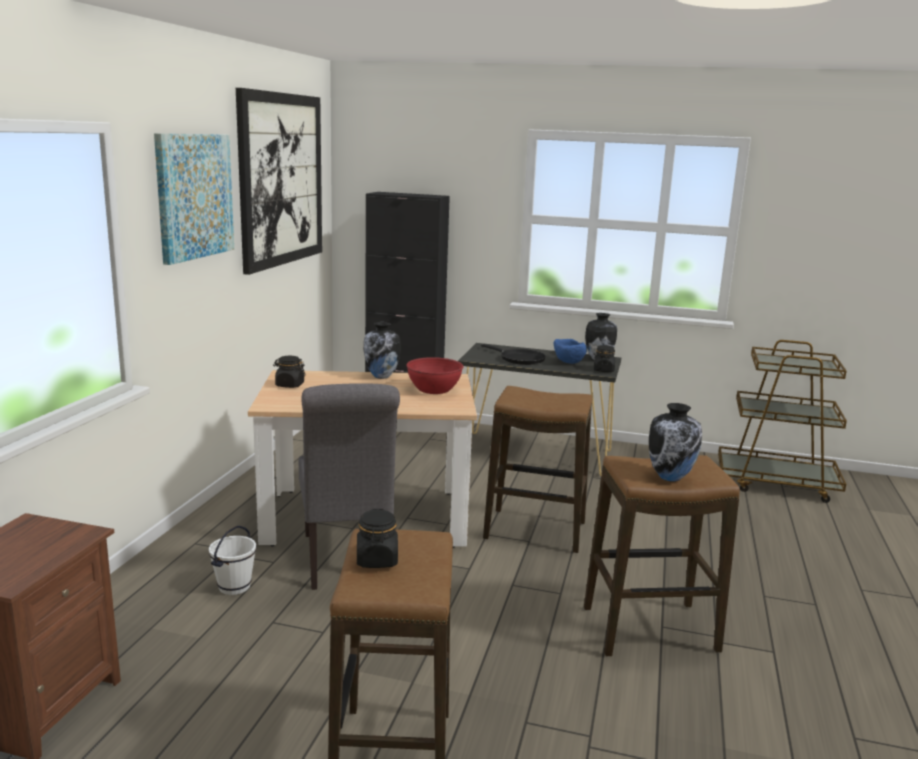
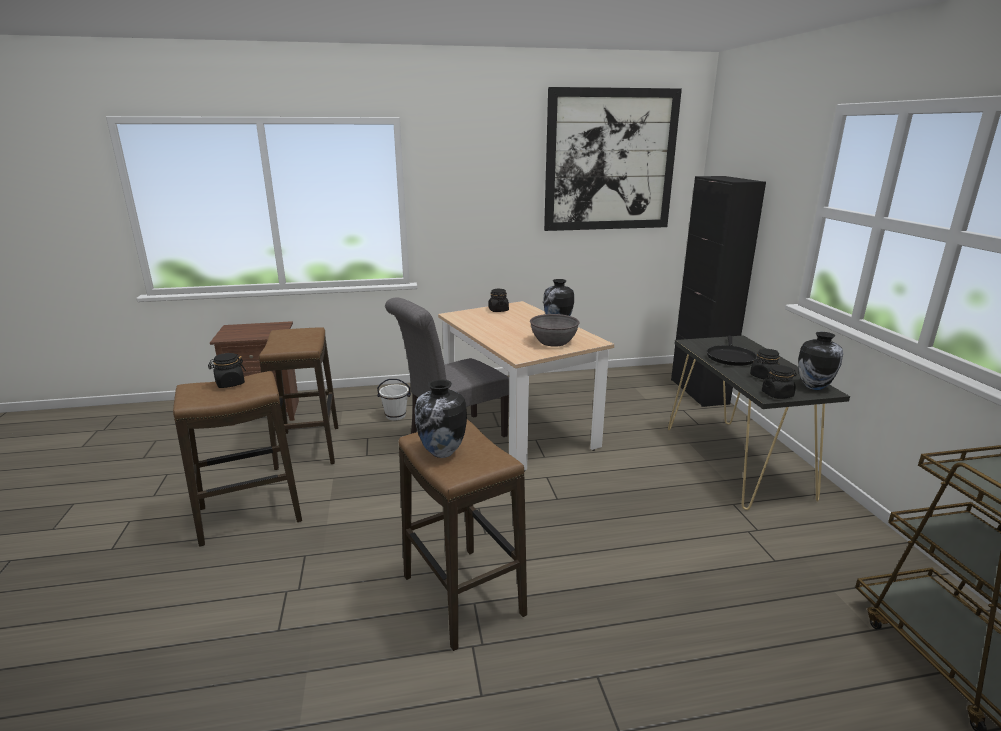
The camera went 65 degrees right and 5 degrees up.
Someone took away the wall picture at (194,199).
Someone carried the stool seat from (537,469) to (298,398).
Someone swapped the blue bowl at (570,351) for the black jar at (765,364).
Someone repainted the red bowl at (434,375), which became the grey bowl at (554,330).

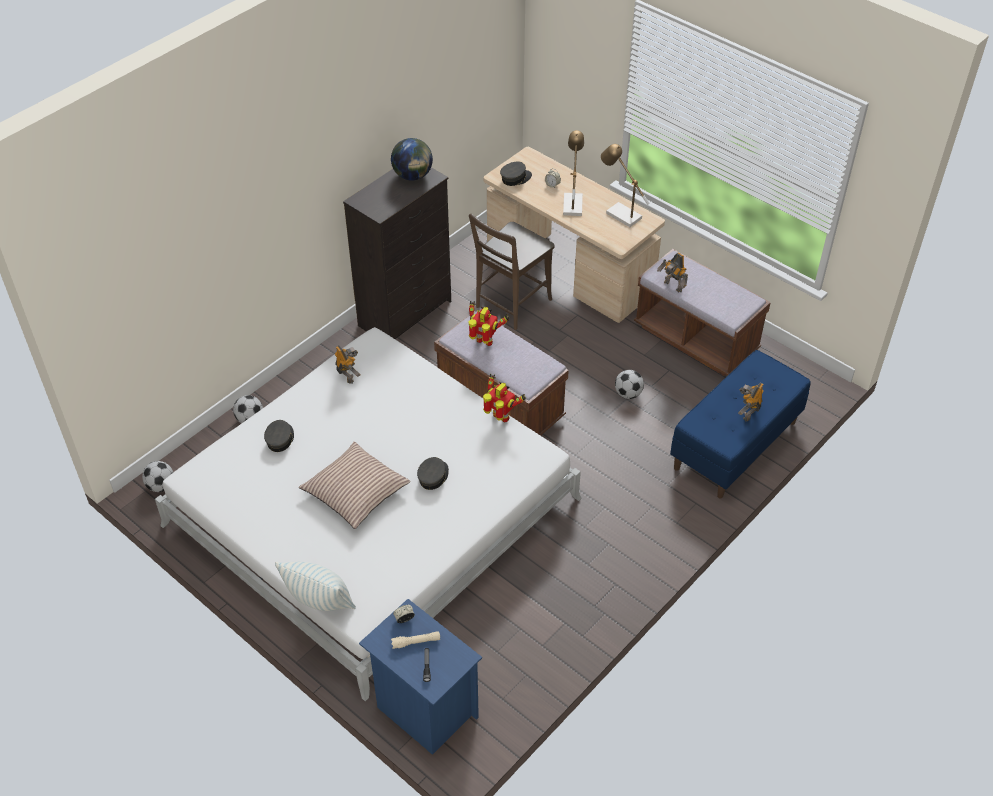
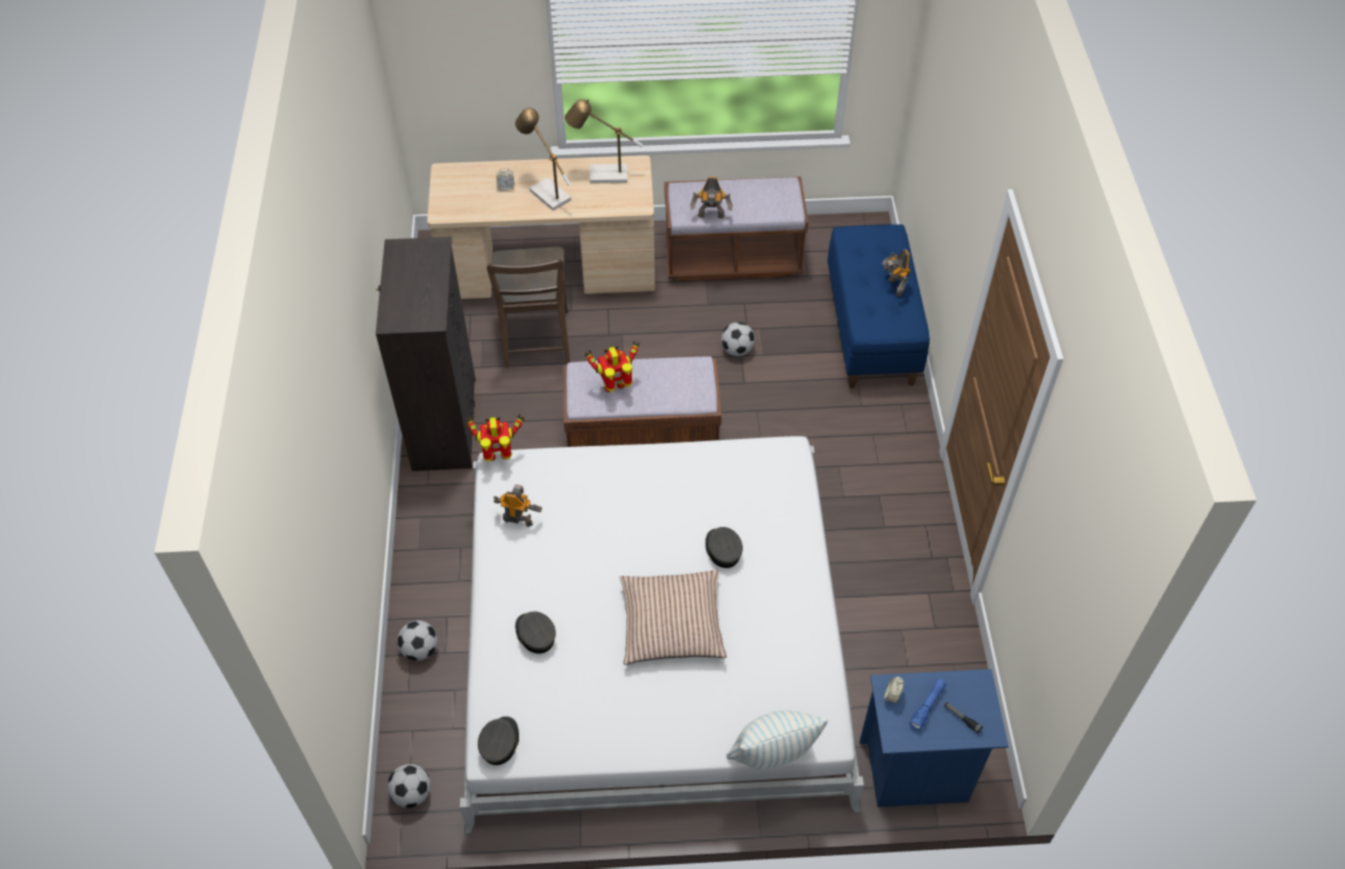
The camera went 45 degrees left and 5 degrees up.
Someone took away the desk globe at (412,159).
Someone carried the toy robot from (504,398) to (495,438).
Someone carried the grey peaked cap from (516,173) to (498,740).
Someone repainted the beige-coloured flashlight at (415,640), which became the blue flashlight at (927,705).

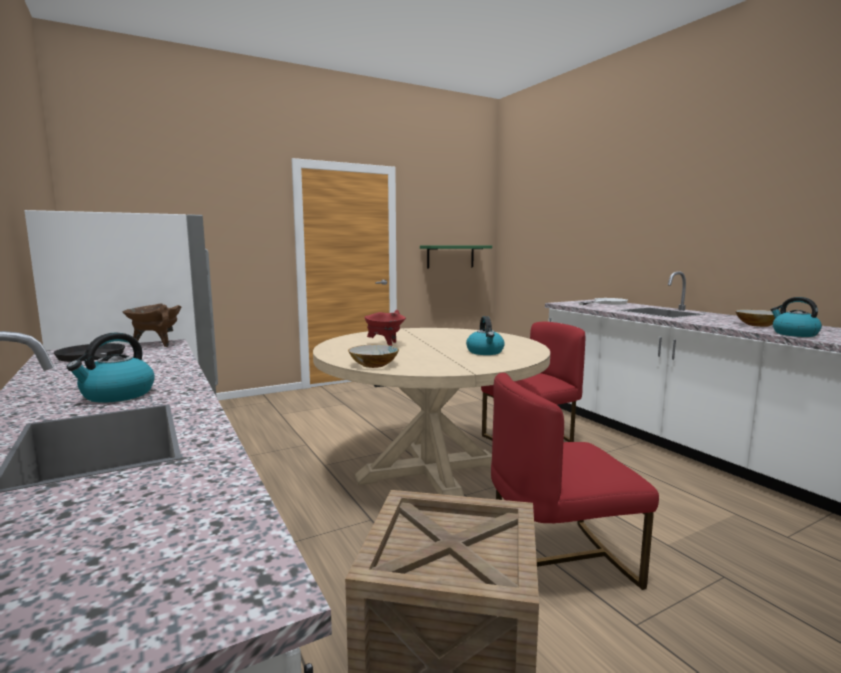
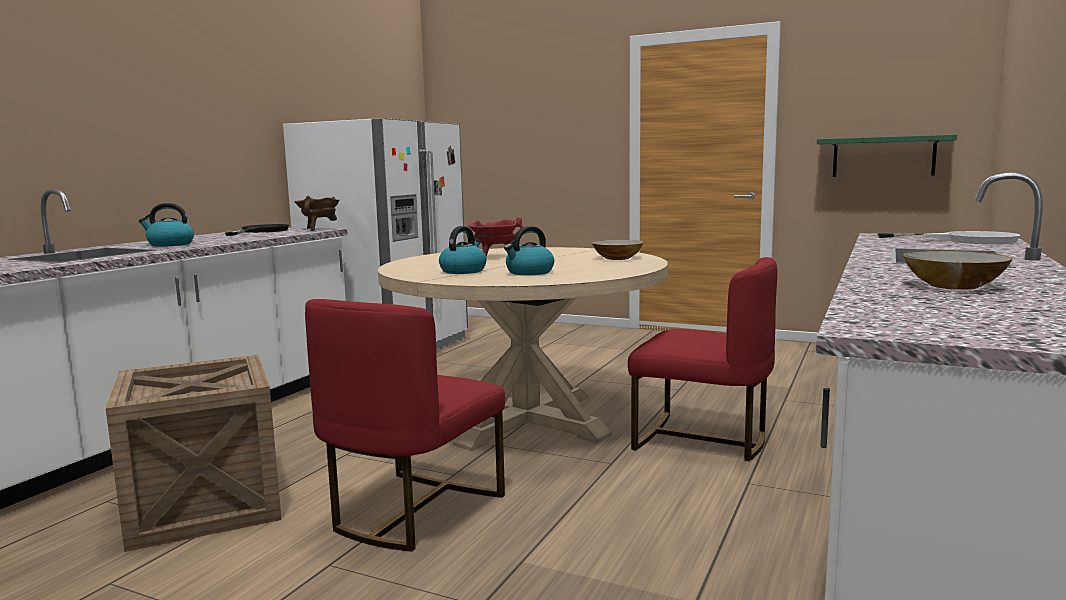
The camera went 55 degrees right and 0 degrees up.
Someone carried the bowl from (373,356) to (618,250).
Someone carried the kettle from (796,317) to (463,250).
Someone rotated the red upright chair at (575,481) by 105 degrees counterclockwise.

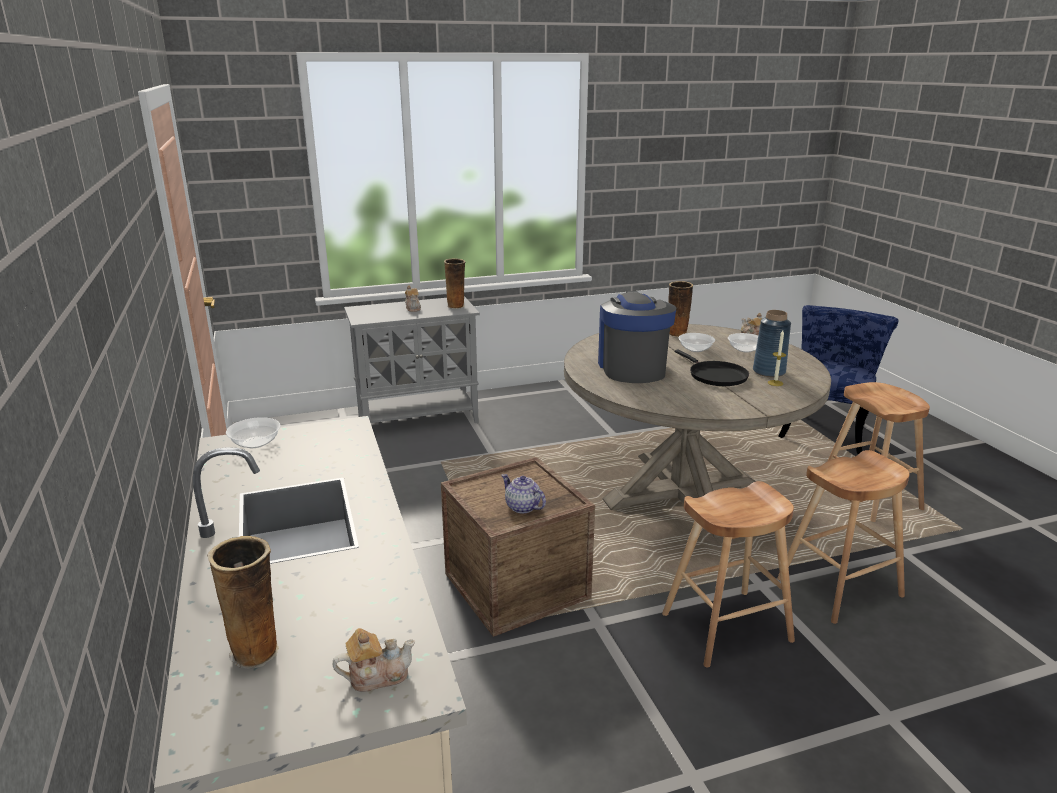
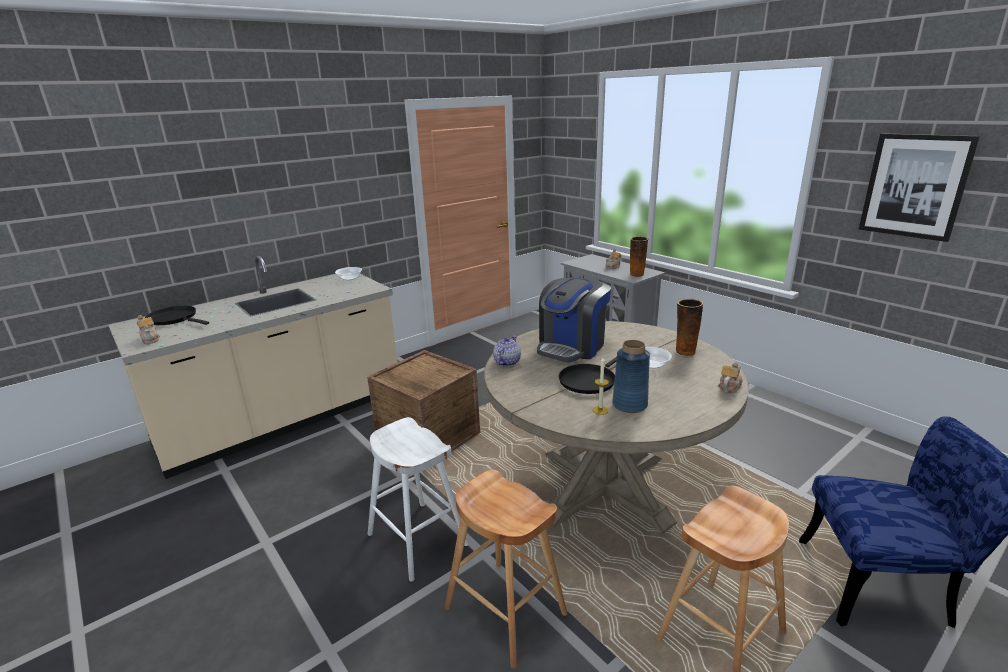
The camera went 70 degrees right and 0 degrees up.
Someone took away the bowl at (743,342).
Someone put up the wall picture at (919,187).
Someone carried the pot for tea from (523,494) to (507,351).
Someone swapped the decorative vase at (243,602) for the black pan at (177,315).
Someone repainted the brown stool seat at (728,574), which became the whitish stool seat at (418,499).
Someone rotated the coffee machine at (637,337) by 150 degrees clockwise.

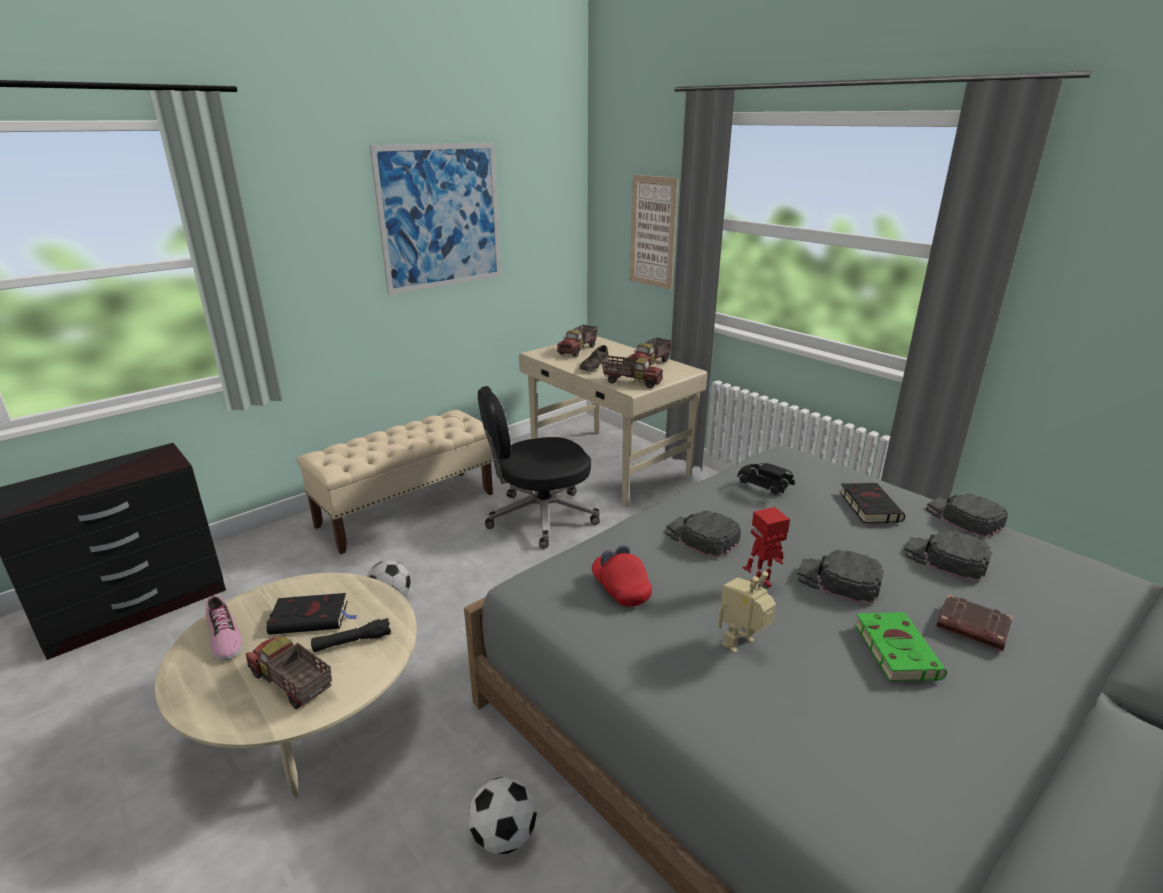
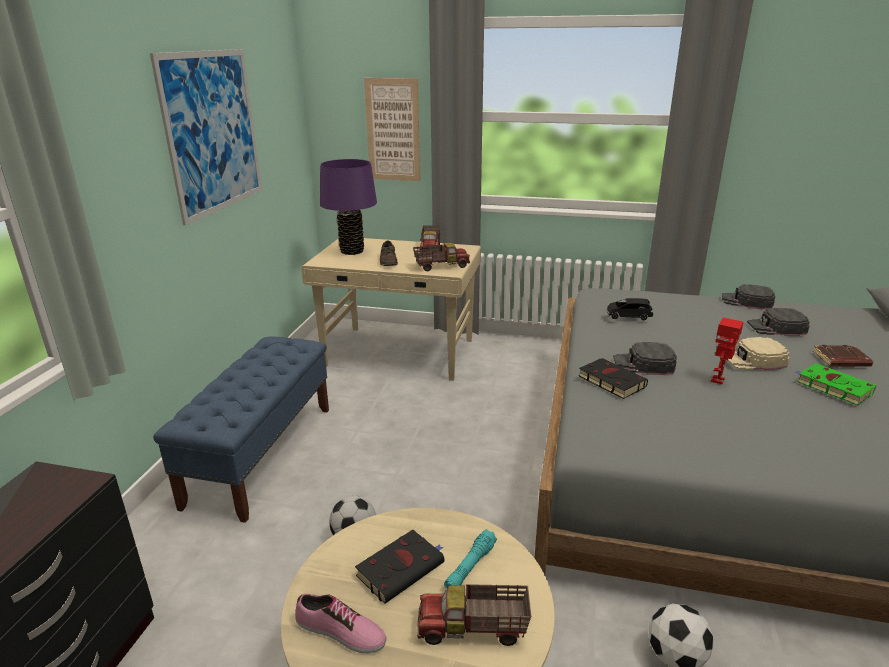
The camera went 35 degrees left and 0 degrees up.
Someone took away the black office chair at (539,467).
Someone took away the red peaked cap at (622,575).
Someone took away the toy robot at (747,612).
Someone carried the black volume from (872,503) to (613,378).
Someone swapped the model truck at (577,341) for the purple-coloured tabletop lamp at (348,207).
Someone repainted the beige-coloured indoor bench at (395,482), which became the blue indoor bench at (241,429).
Someone repainted the black flashlight at (351,635), which became the blue-green flashlight at (470,559).
Someone repainted the black peaked cap at (840,576), which became the beige-coloured peaked cap at (758,353).

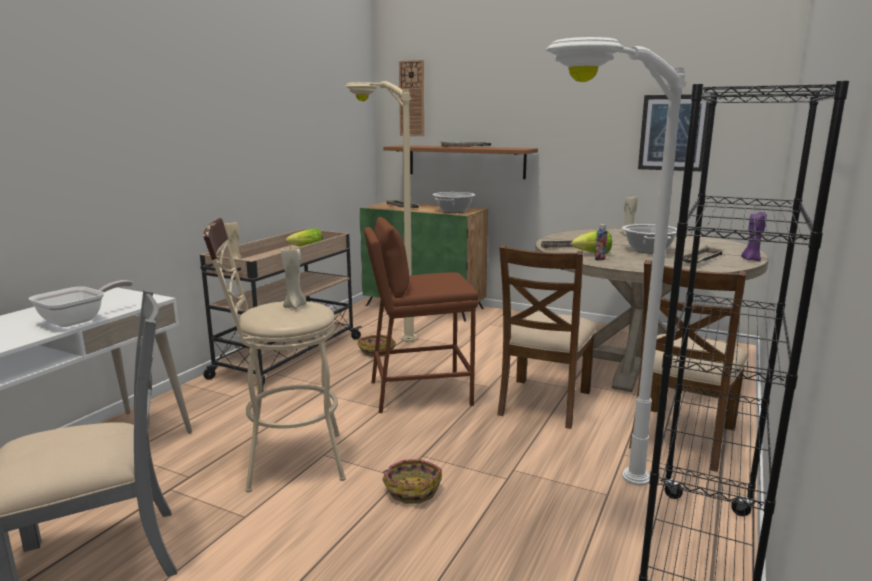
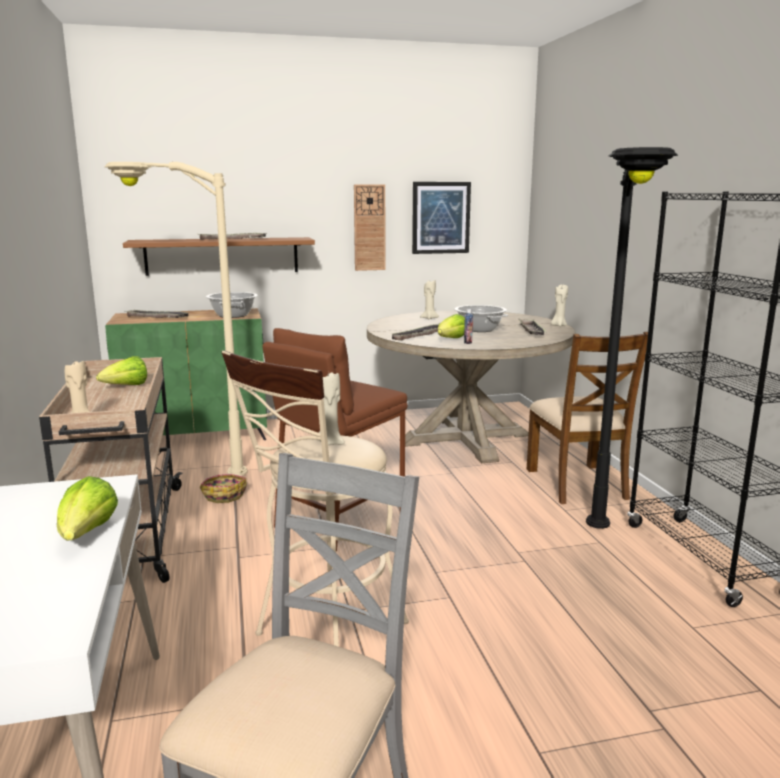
The camera went 40 degrees left and 0 degrees up.
Someone took away the household basket at (412,481).
Someone took away the brown upright chair at (546,337).
Someone carried the clock on the wall from (411,98) to (369,228).
Someone swapped the pan at (81,303) for the lettuce at (87,508).
Someone repainted the whitish floor lamp at (615,261), which became the black floor lamp at (632,338).
Someone repainted the purple-coloured candle at (754,236), which became the beige-coloured candle at (559,305).

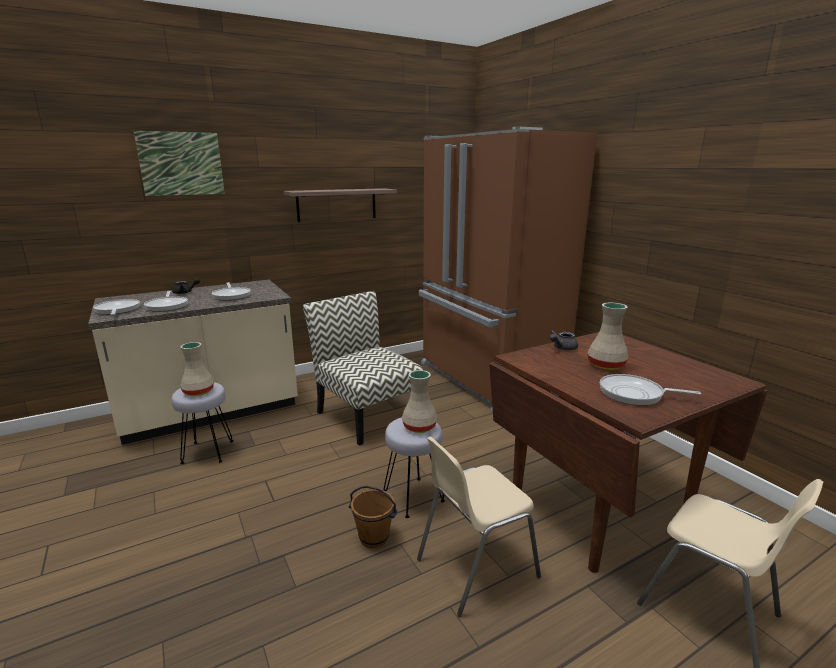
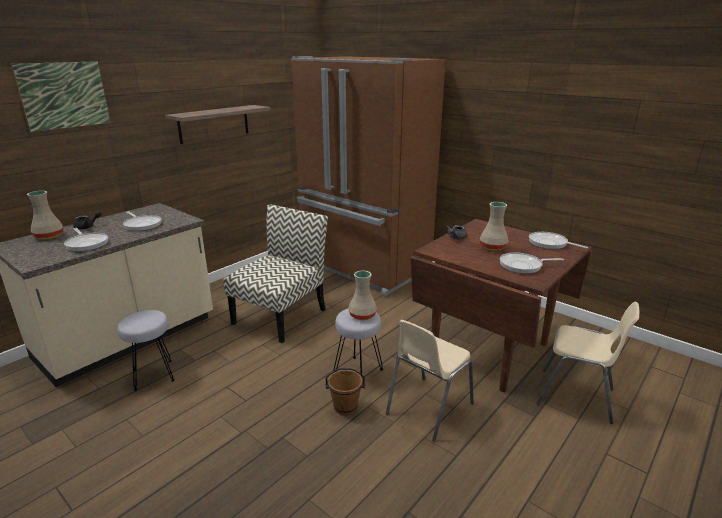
The camera went 20 degrees left and 5 degrees up.
Someone carried the pan from (116,307) to (558,240).
Someone carried the beige-coloured decorative vase from (197,369) to (45,215).
Someone rotated the upright chair at (363,368) by 90 degrees clockwise.

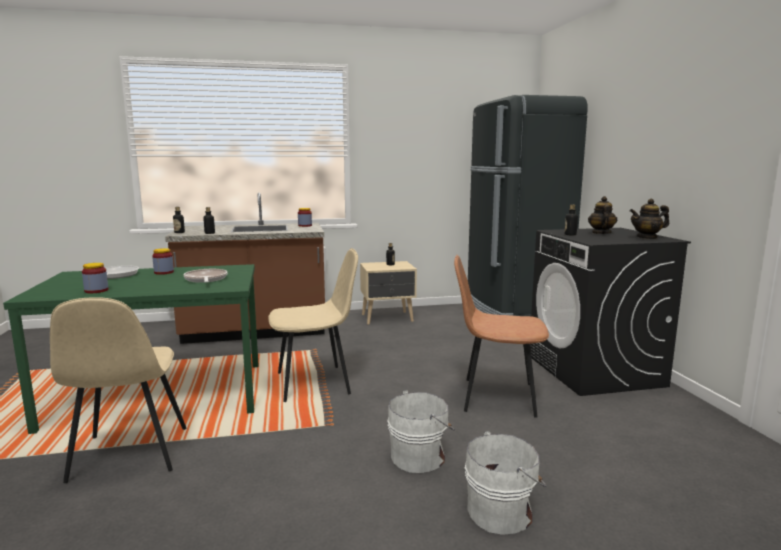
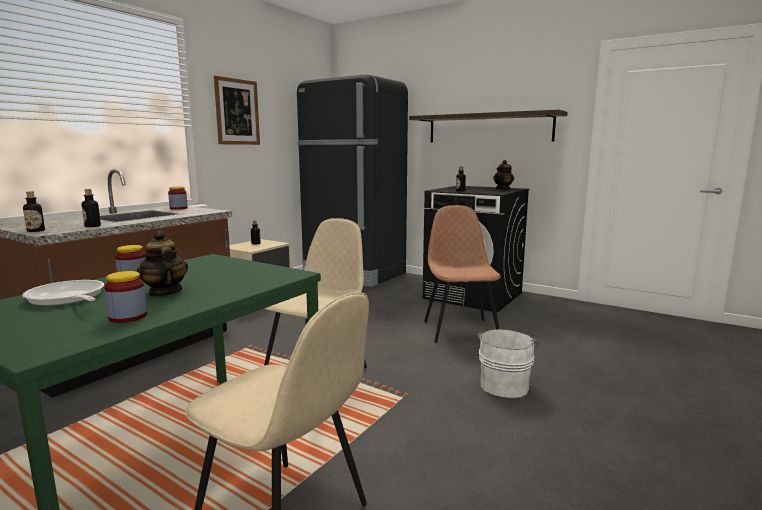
The camera went 45 degrees left and 0 degrees up.
Someone took away the pan at (205,276).
Someone took away the whitish pail at (506,483).
Someone put up the wall picture at (237,110).
Someone put up the bracket shelf at (488,125).
Someone carried the pot for tea from (602,215) to (162,263).
Someone rotated the brown upright chair at (501,336) by 120 degrees clockwise.

